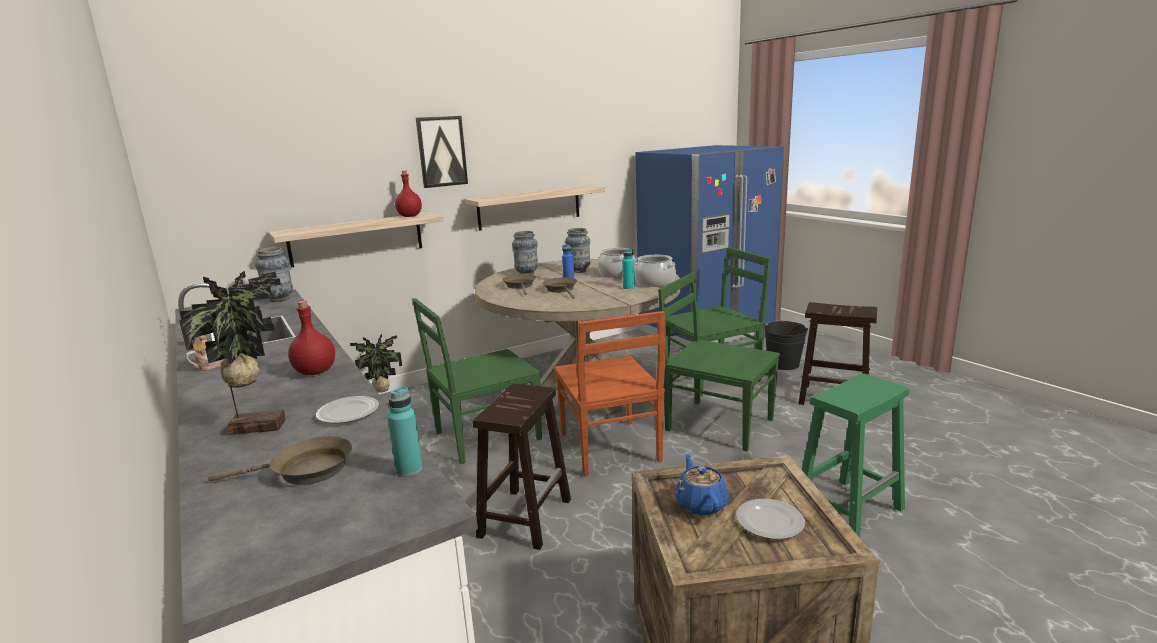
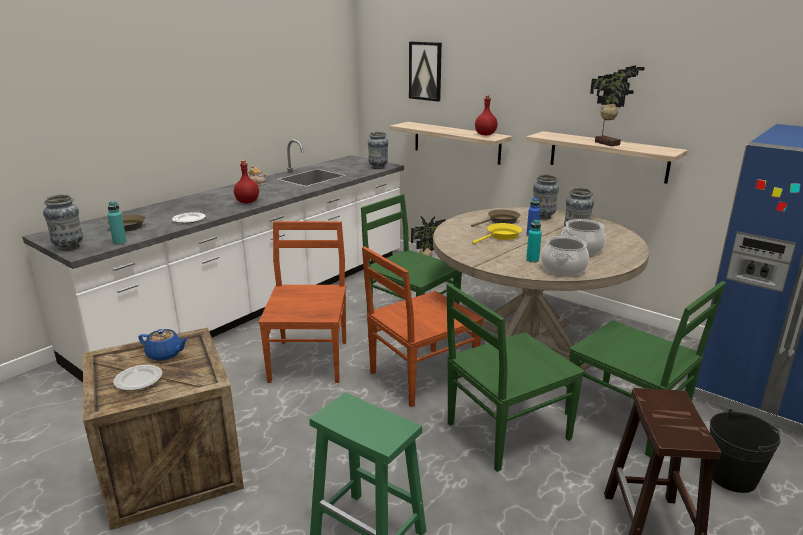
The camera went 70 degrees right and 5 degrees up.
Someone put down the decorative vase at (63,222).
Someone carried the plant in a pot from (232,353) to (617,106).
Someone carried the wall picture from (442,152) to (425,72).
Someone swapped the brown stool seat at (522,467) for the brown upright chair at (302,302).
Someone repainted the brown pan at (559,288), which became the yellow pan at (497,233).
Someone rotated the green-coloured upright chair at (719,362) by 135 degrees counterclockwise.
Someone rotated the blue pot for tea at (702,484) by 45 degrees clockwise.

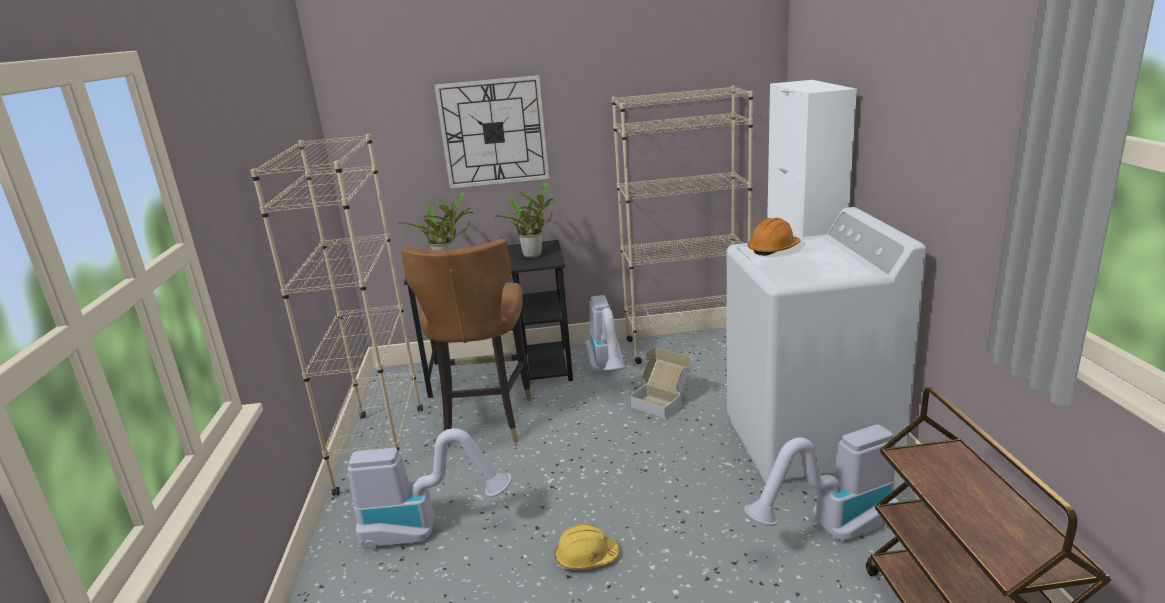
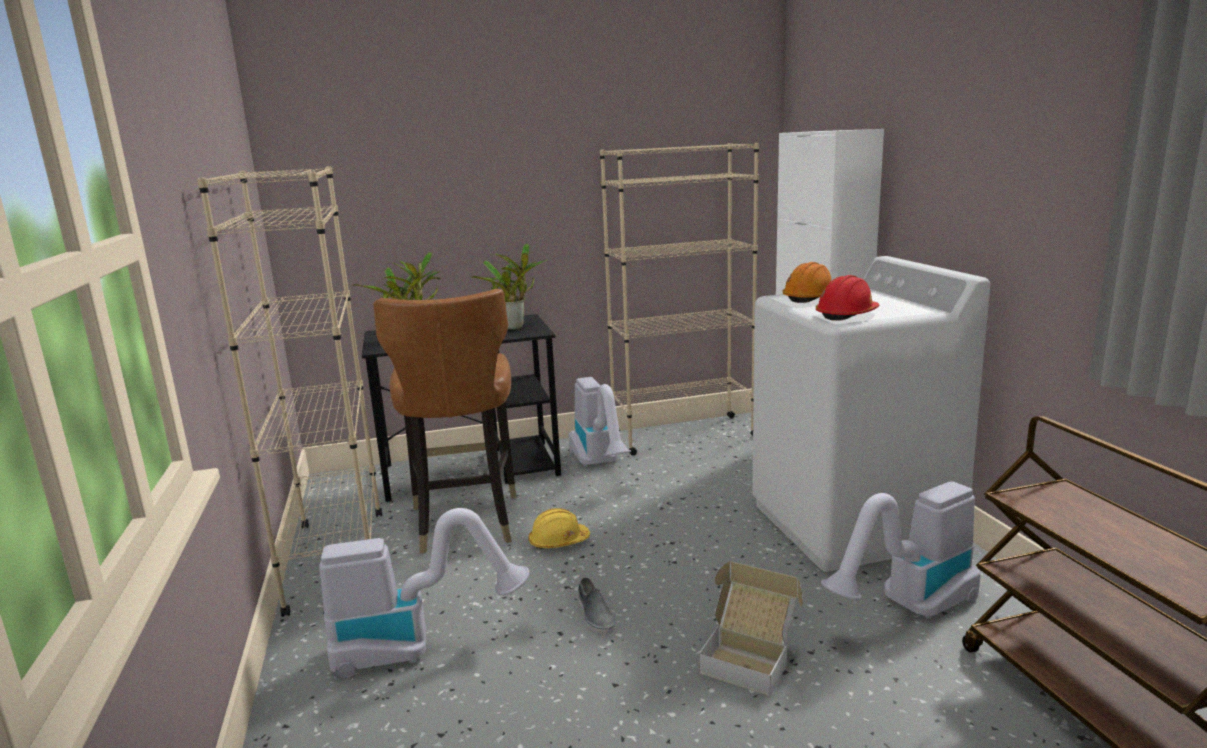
The camera went 10 degrees left and 5 degrees down.
Someone took away the clock on the wall at (492,132).
Someone put down the grey item of footwear at (596,605).
Someone put down the red work helmet at (847,298).
Someone carried the yellow work helmet from (586,547) to (559,528).
Someone carried the cardboard box from (660,383) to (751,629).

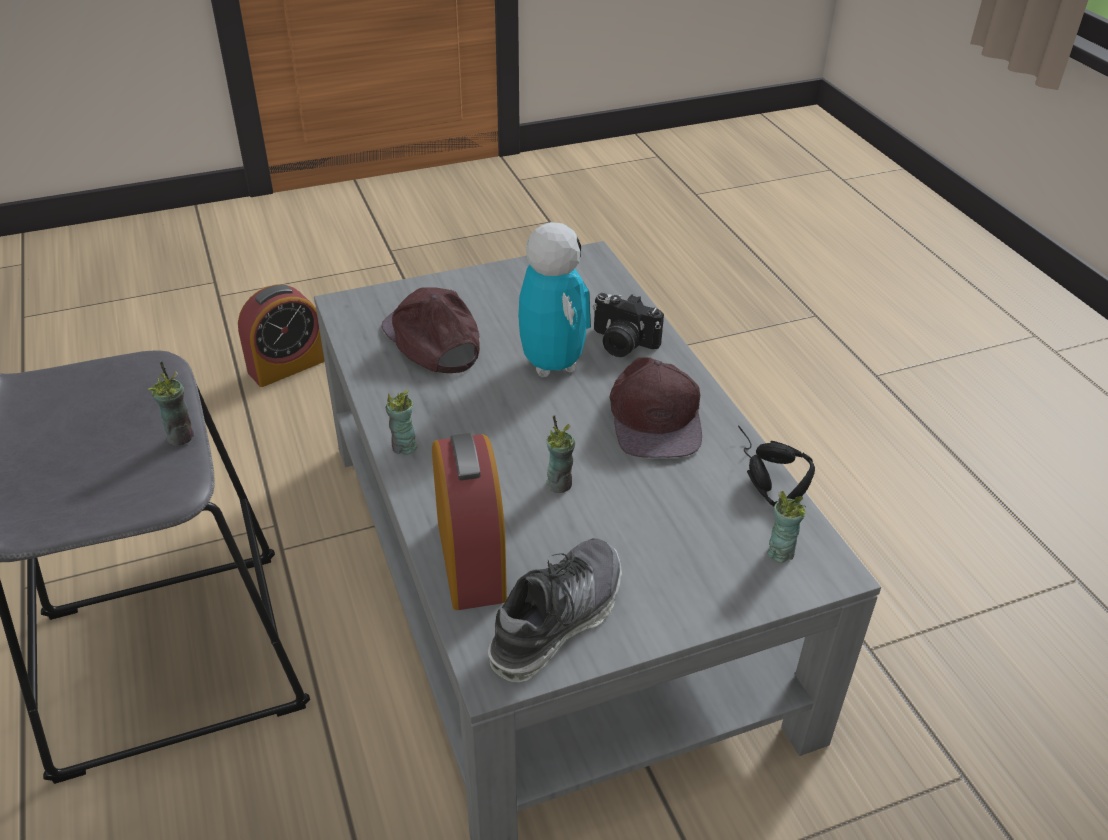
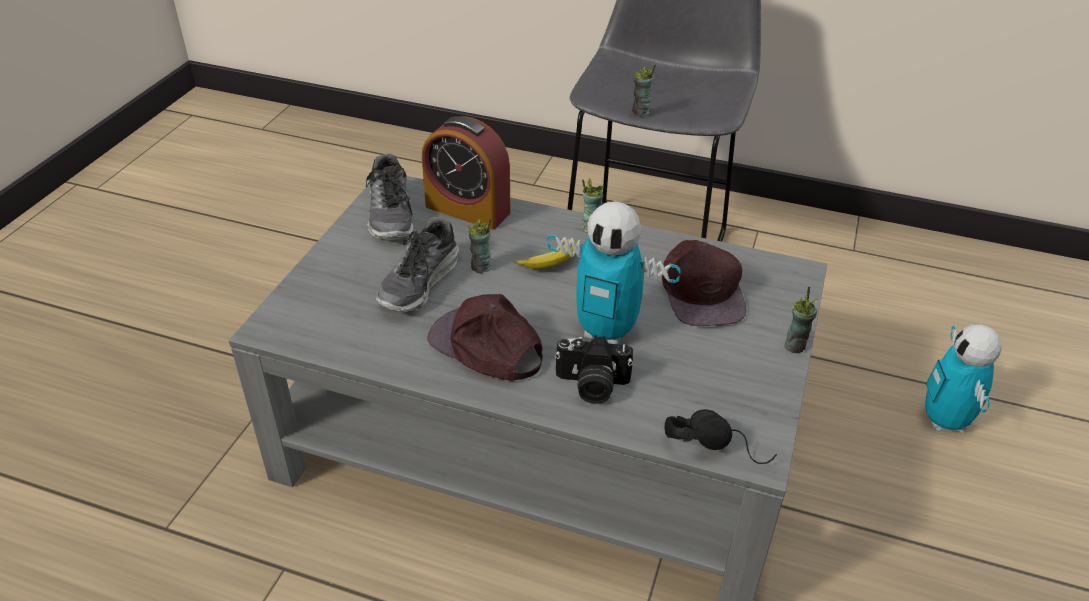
The camera went 130 degrees right and 0 degrees up.
Someone put down the item of footwear at (417,264).
Someone put down the whole banana at (545,254).
Someone carried the black headphones from (776,466) to (720,436).
Someone carried the small cup from (786,527) to (801,319).
Someone swapped the bedside clock at (281,336) for the toy robot at (963,378).
Someone rotated the brown peaked cap at (431,330) by 75 degrees clockwise.
Someone rotated the still camera at (628,325) by 150 degrees counterclockwise.

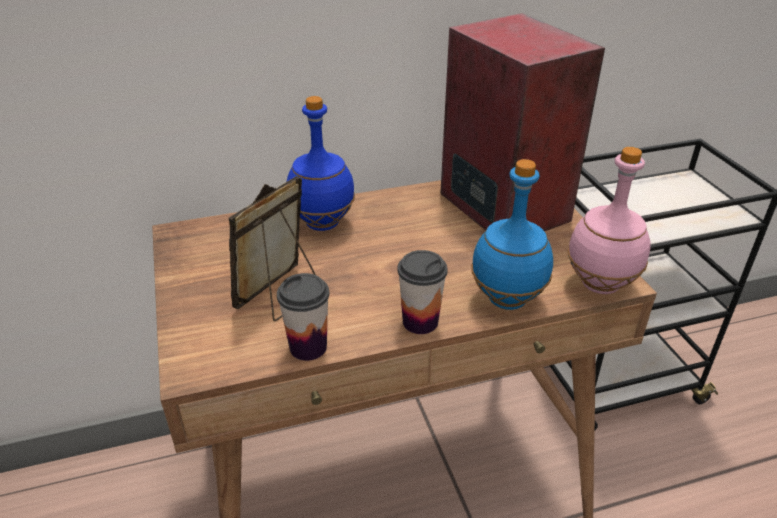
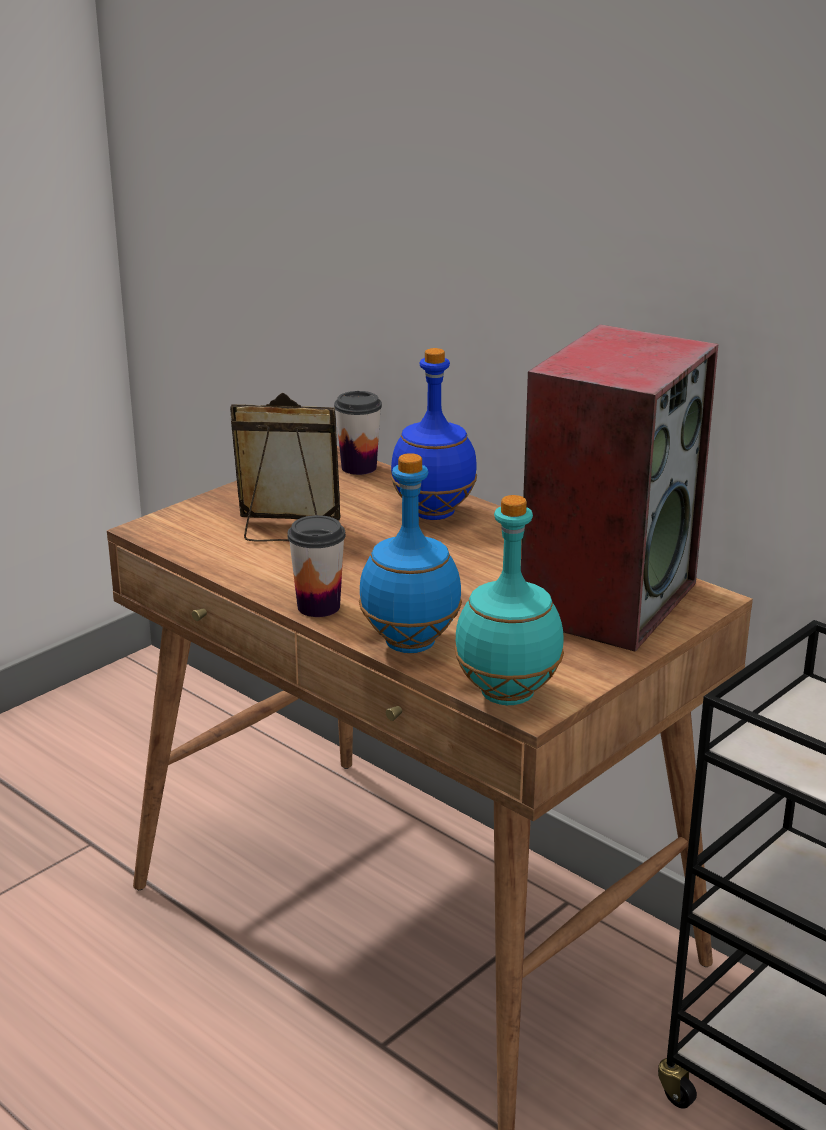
The camera went 60 degrees right and 10 degrees down.
Someone carried the small cup from (303,317) to (358,433).
Someone repainted the pink drink bottle at (609,220), which became the blue-green drink bottle at (509,600).

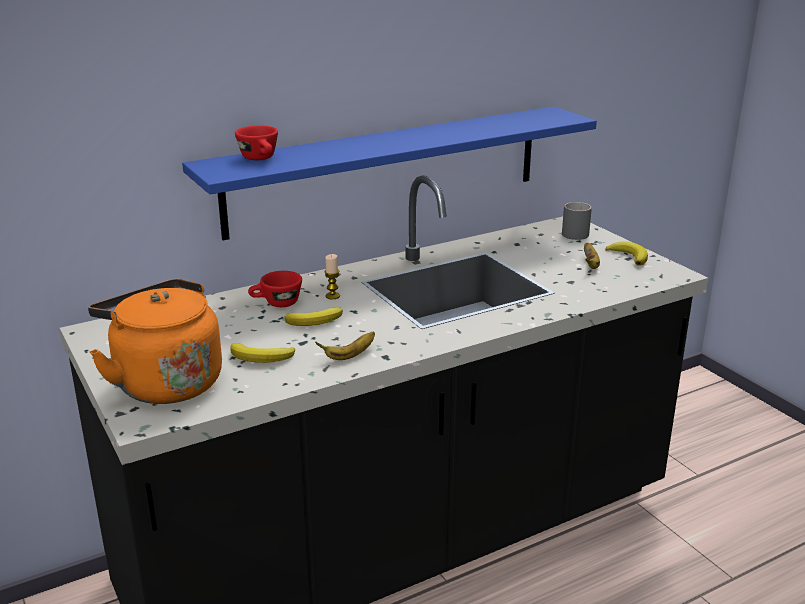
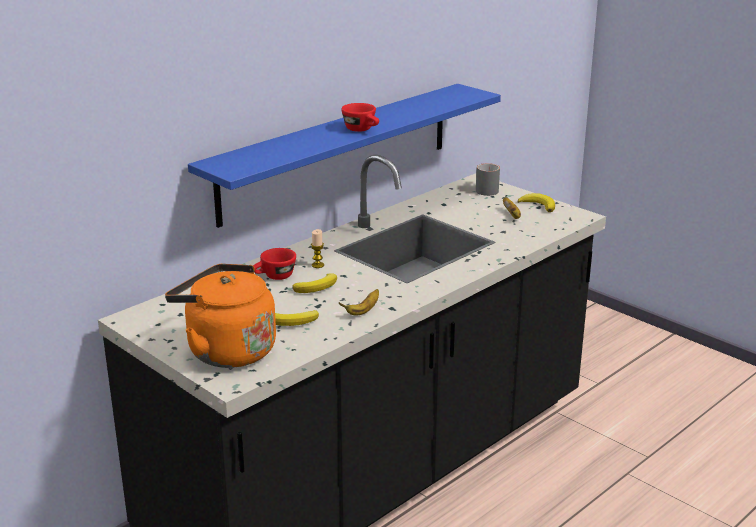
The camera went 15 degrees left and 0 degrees up.
Someone carried the red small cup from (256,142) to (360,117).

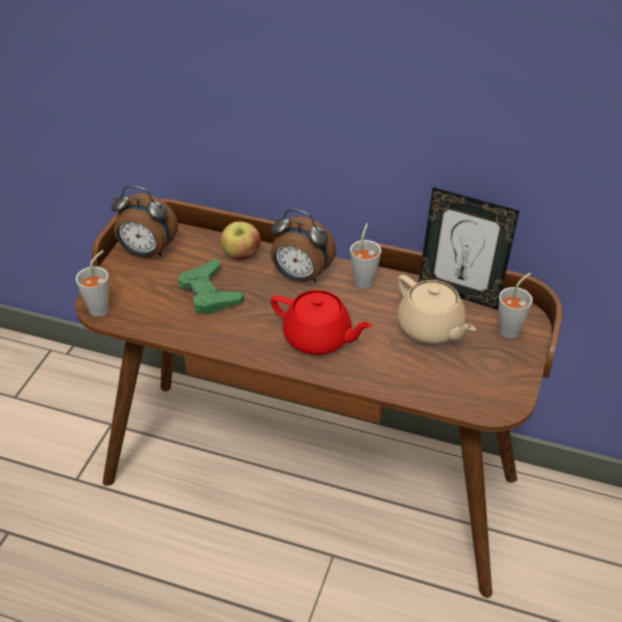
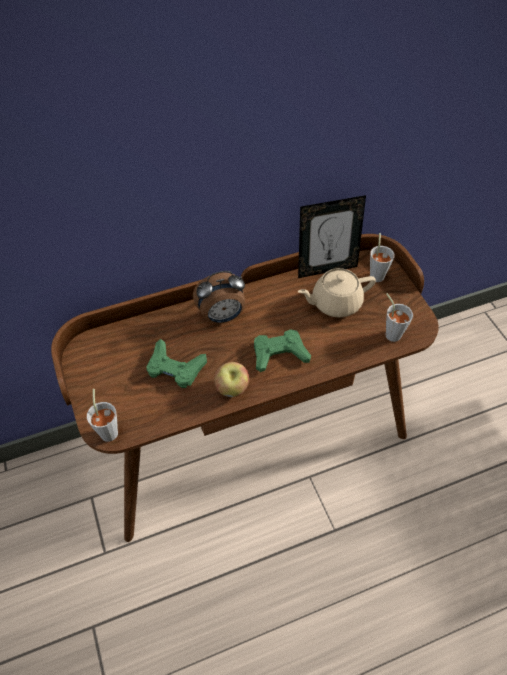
The camera went 40 degrees left and 10 degrees up.
Someone took away the bedside clock at (144,221).
Someone carried the apple fruit from (240,241) to (231,379).
Someone carried the grey small cup from (365,256) to (399,317).
Someone swapped the red pot for tea at (322,322) for the green-coloured game controller at (282,350).
Someone rotated the beige-coloured pot for tea at (436,309) by 150 degrees clockwise.

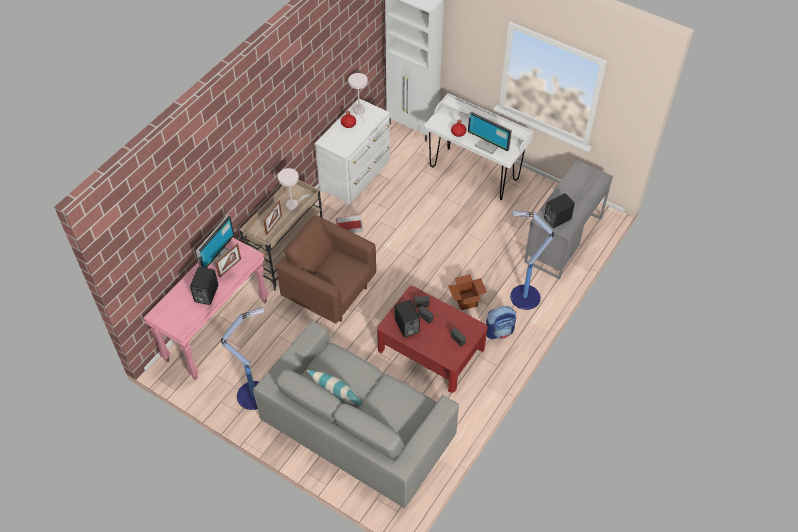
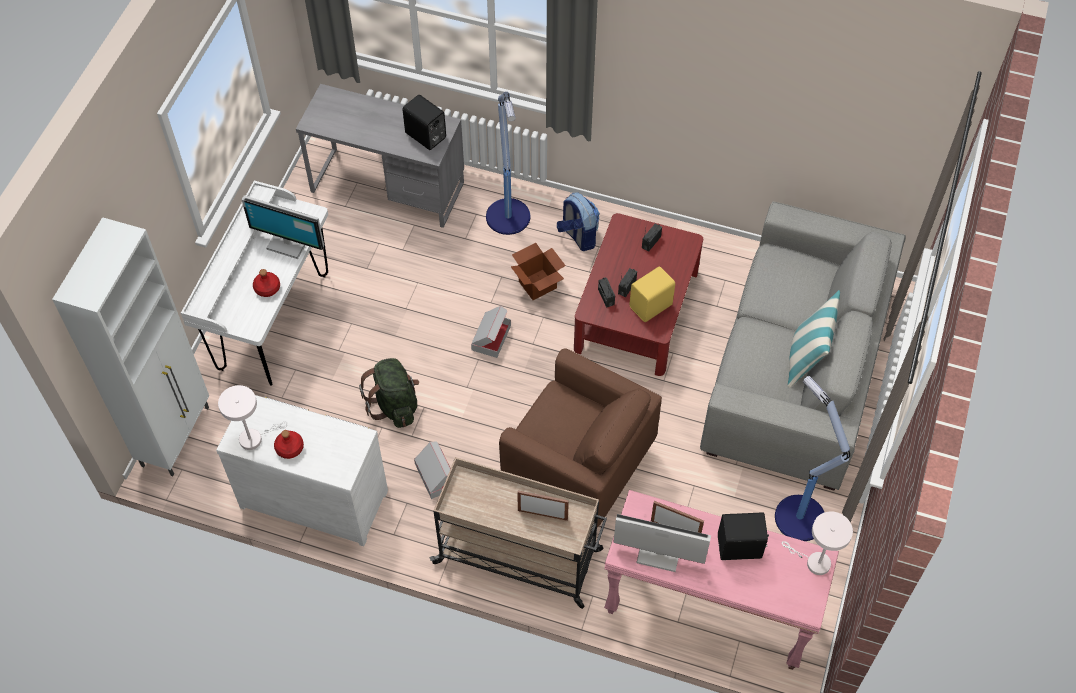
The camera went 105 degrees left and 5 degrees up.
Someone put down the green-coloured rucksack at (389,393).
Someone put down the cardboard box at (491,332).
Someone carried the whitish tabletop lamp from (294,189) to (817,543).
Someone repainted the black speaker at (407,319), which became the yellow speaker at (652,294).
Someone rotated the brown armchair at (326,269) by 75 degrees counterclockwise.
Someone rotated the monitor at (490,132) by 90 degrees clockwise.

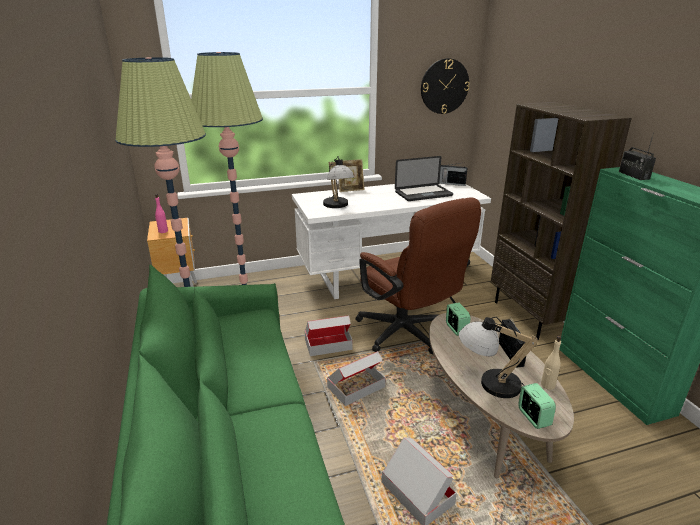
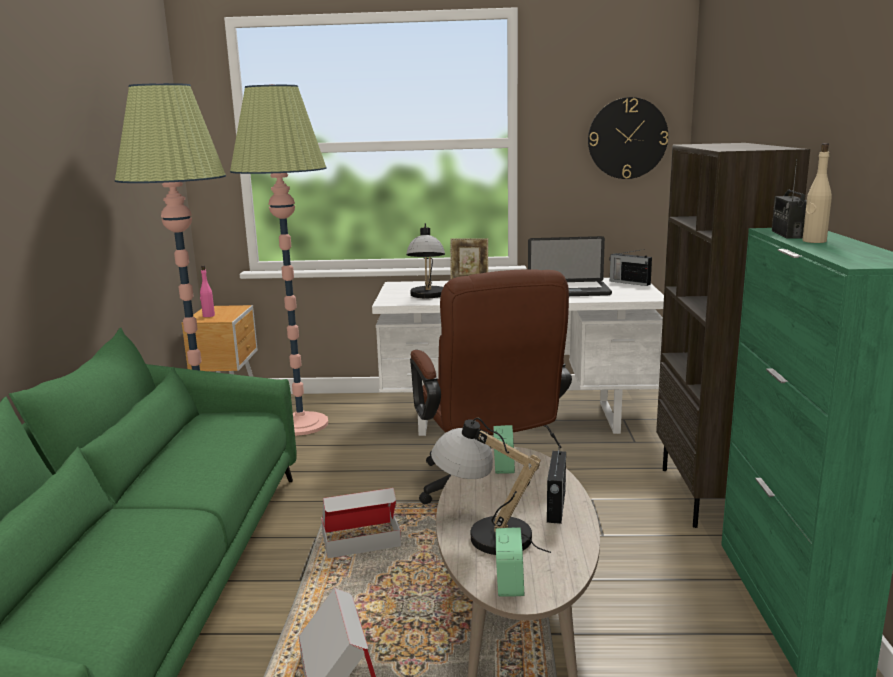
The camera went 20 degrees right and 10 degrees down.
Someone took away the cardboard box at (329,335).
Someone carried the beige-coloured drink bottle from (551,363) to (817,193).

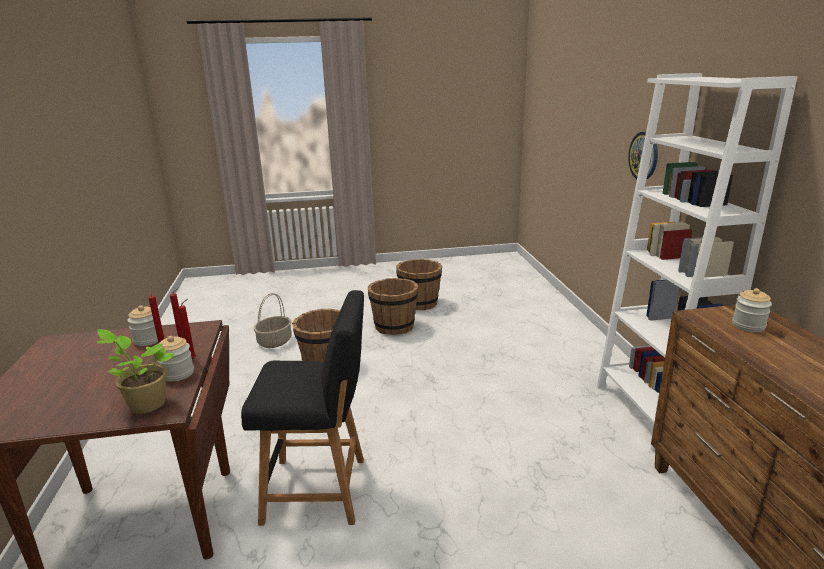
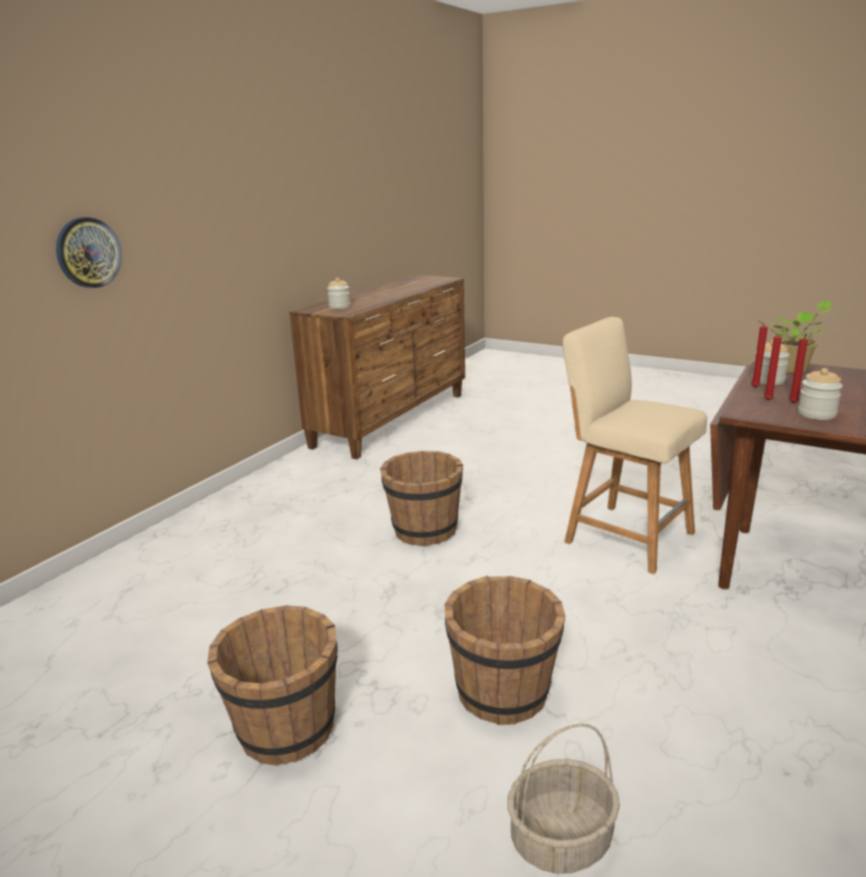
The camera went 140 degrees left and 0 degrees up.
Someone took away the whitish bookcase at (697,262).
Someone carried the brown pail from (419,284) to (421,498).
Someone repainted the black upright chair at (302,408), which became the beige-coloured upright chair at (635,445).

